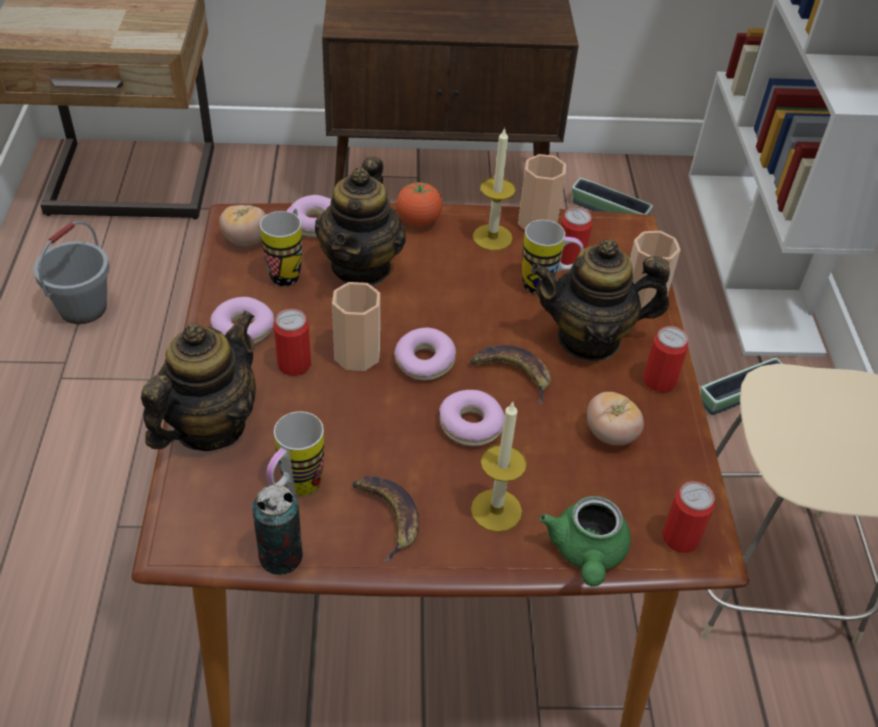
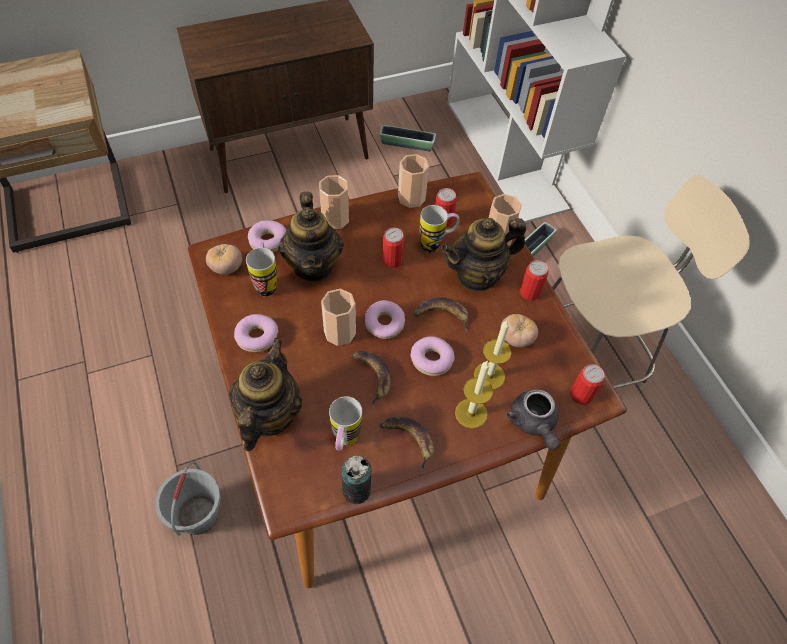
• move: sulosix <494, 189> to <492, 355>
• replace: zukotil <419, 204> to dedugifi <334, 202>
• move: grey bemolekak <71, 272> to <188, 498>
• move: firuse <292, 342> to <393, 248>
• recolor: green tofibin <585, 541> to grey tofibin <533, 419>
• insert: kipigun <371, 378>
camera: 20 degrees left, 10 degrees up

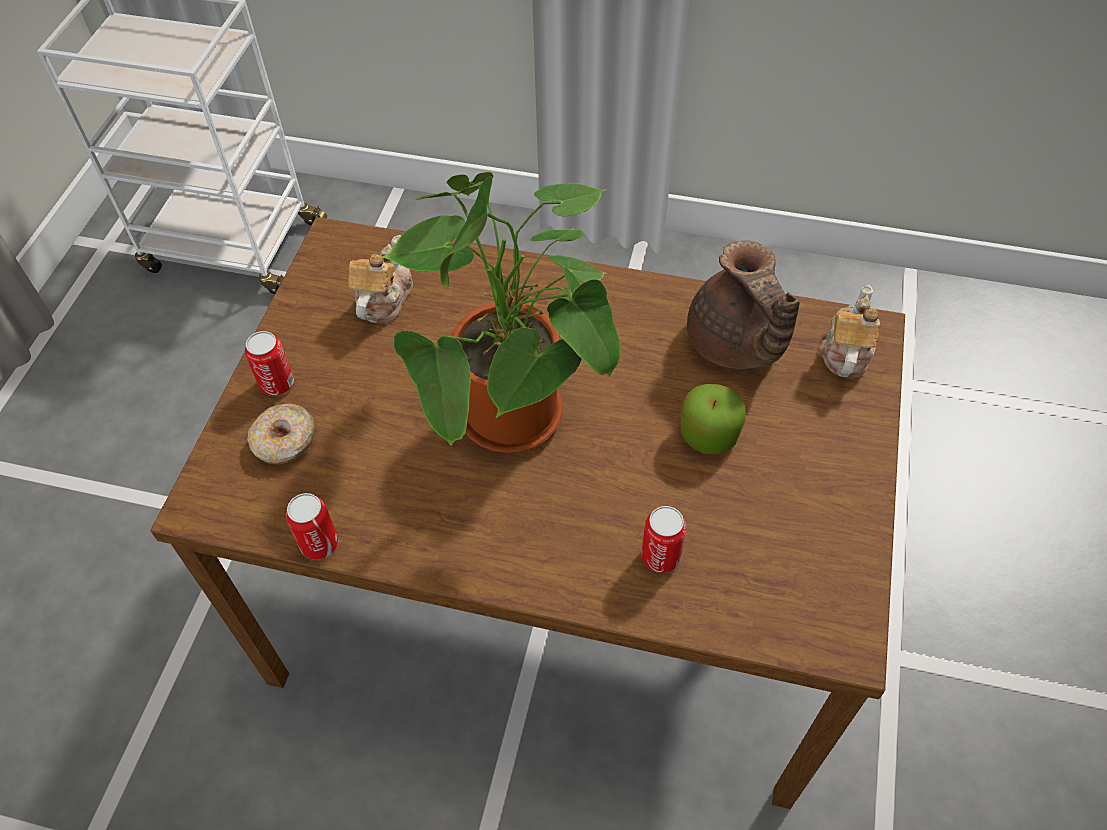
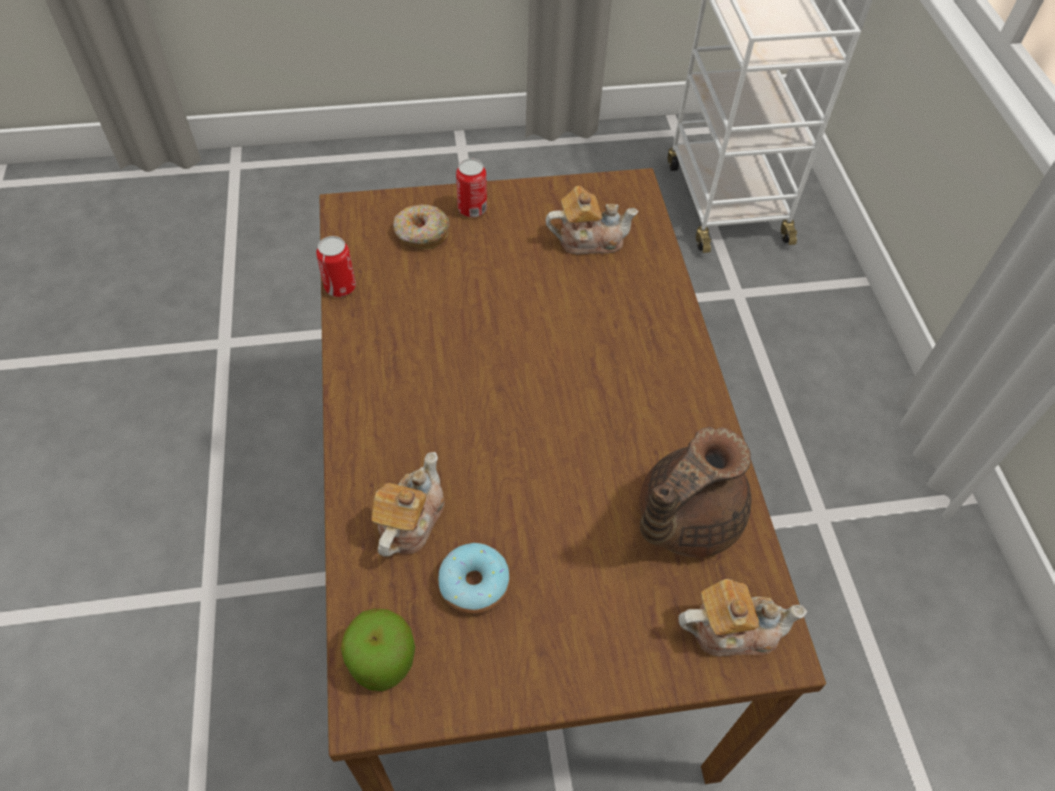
• delete: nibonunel <501, 312>
• move: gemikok <713, 419> to <378, 649>
• replace: firuse <663, 539> to tofibin <408, 504>
• insert: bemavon <474, 578>
camera: 65 degrees right, 0 degrees up

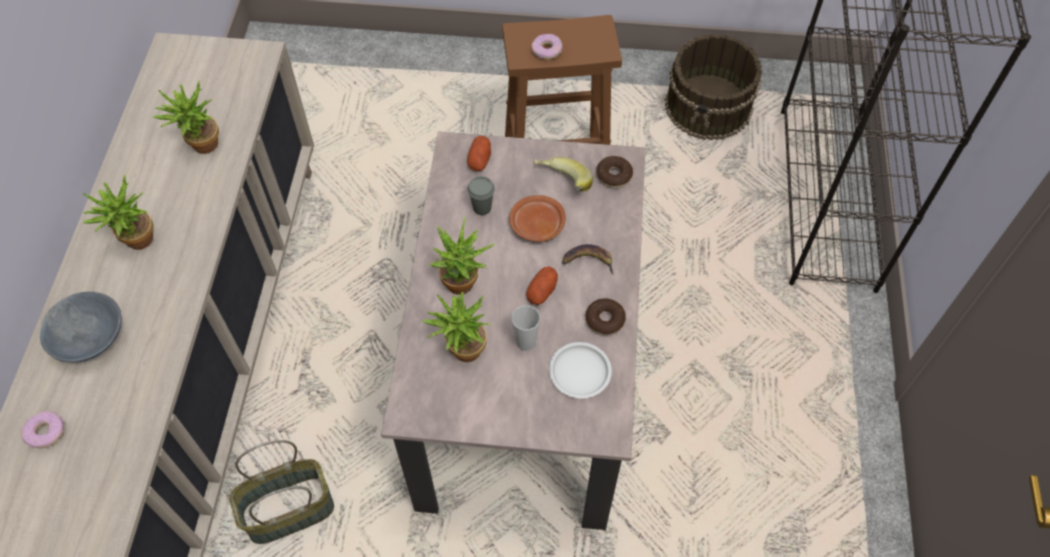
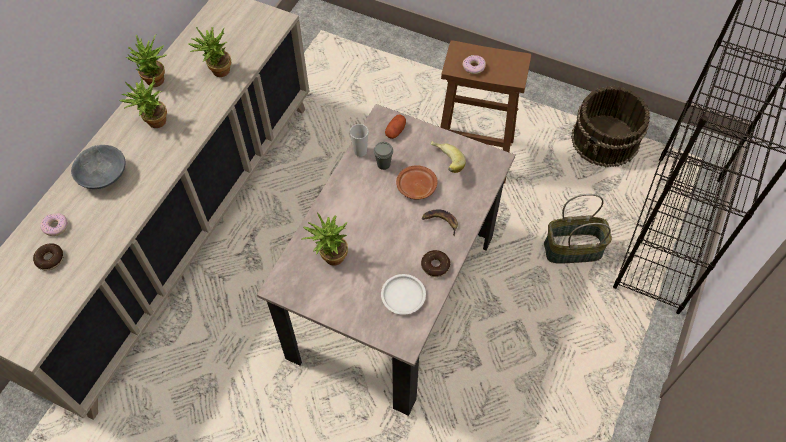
• move: bemavon <614, 172> to <48, 256>
• move: nibonunel <462, 255> to <146, 60>
• delete: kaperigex <542, 286>
• move: dedugifi <526, 328> to <359, 140>
• move: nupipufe <281, 492> to <578, 229>
camera: 20 degrees right, 0 degrees up

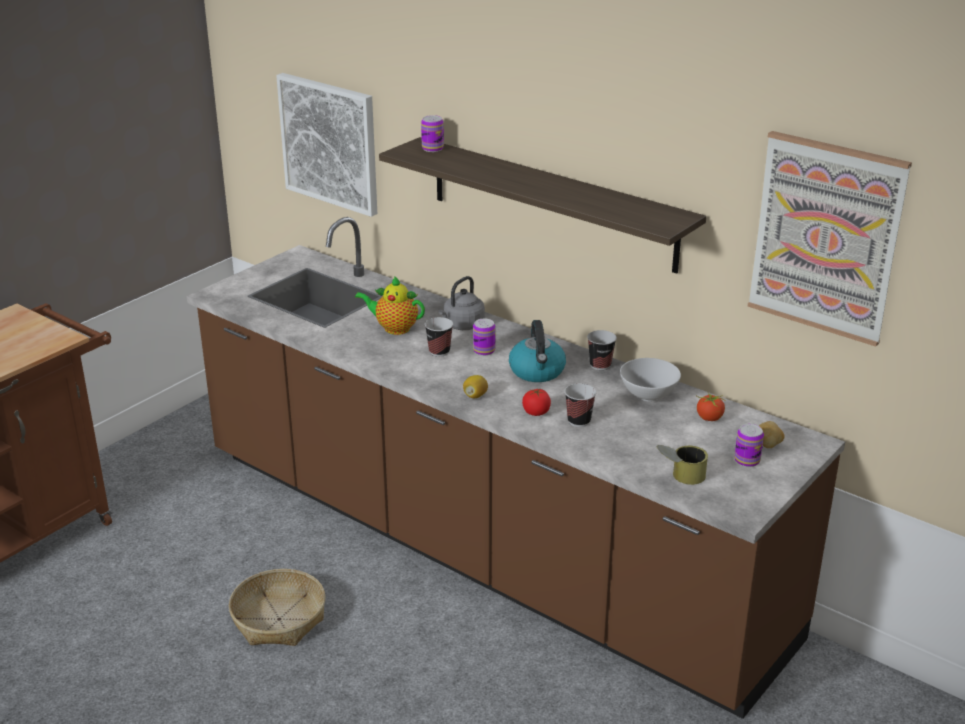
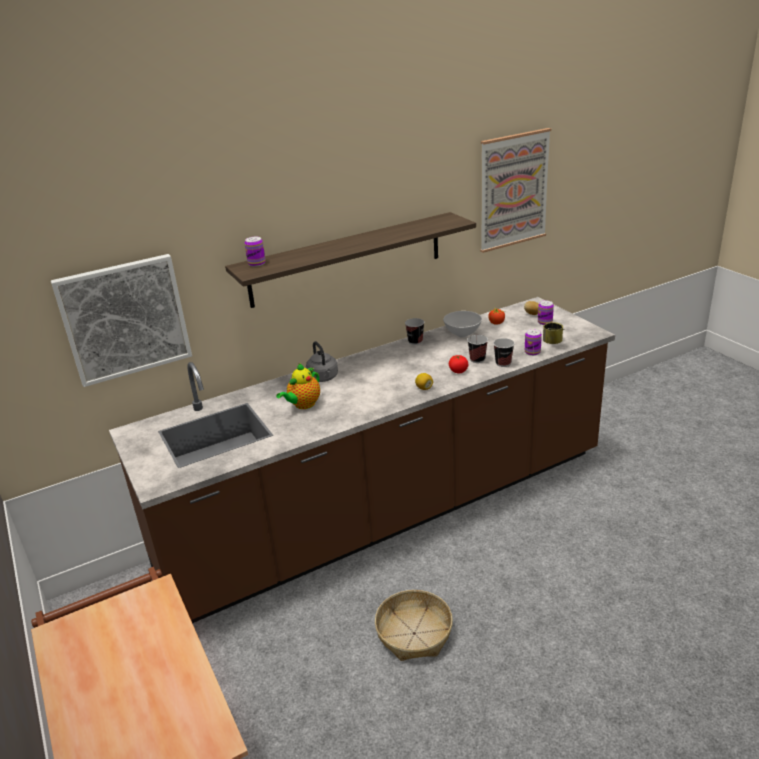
• move: dedugifi <439, 337> to <504, 352>
• move: firuse <484, 337> to <533, 342>
• delete: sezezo <537, 351>
camera: 65 degrees left, 0 degrees up

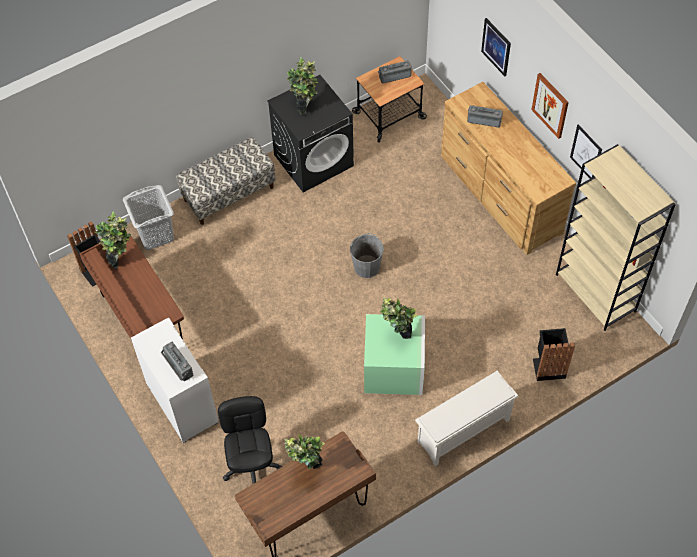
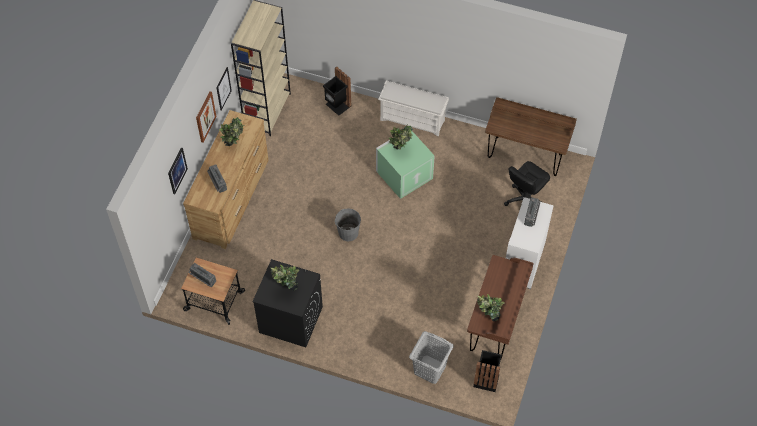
• delete: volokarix <226, 181>
• move: nibonunel <304, 451> to <232, 131>
camera: 130 degrees left, 0 degrees up

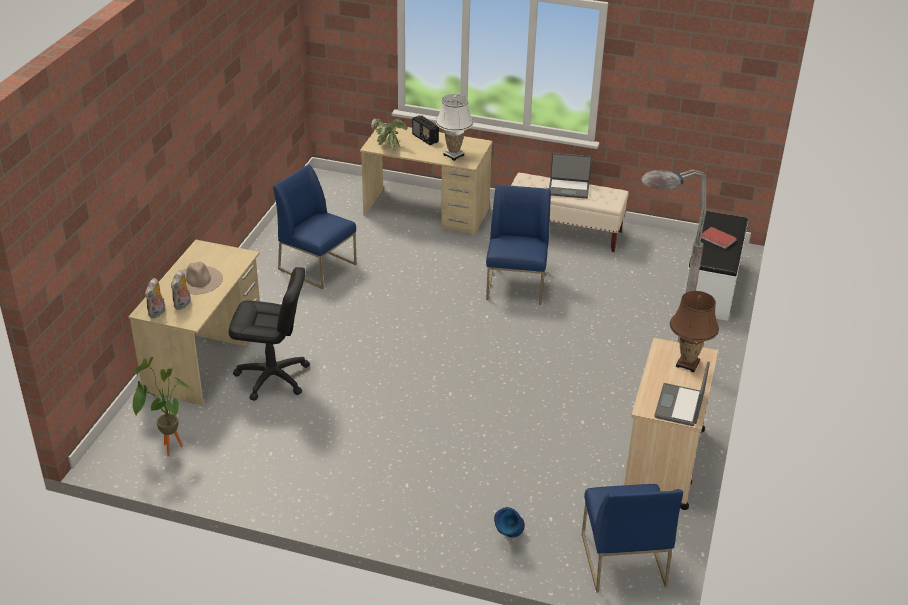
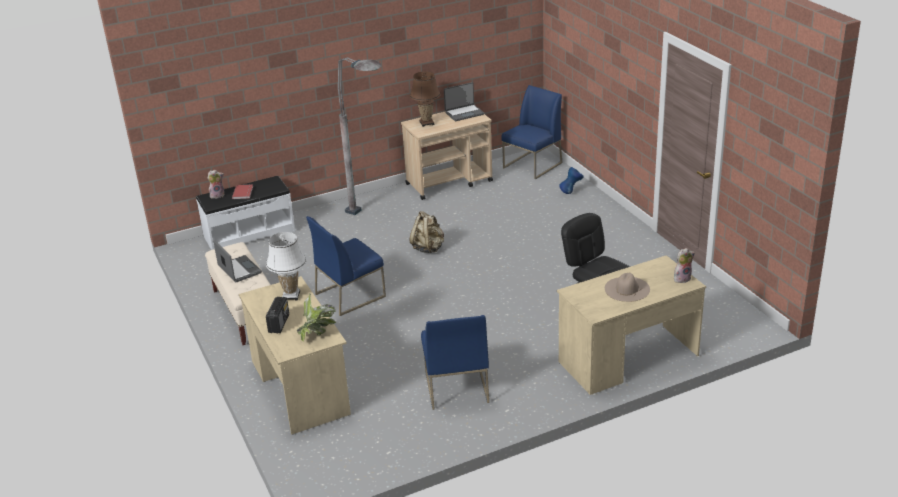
• move: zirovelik <181, 290> to <215, 184>
• delete: nibonunel <162, 406>
• insert: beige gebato <426, 232>
camera: 130 degrees left, 5 degrees down

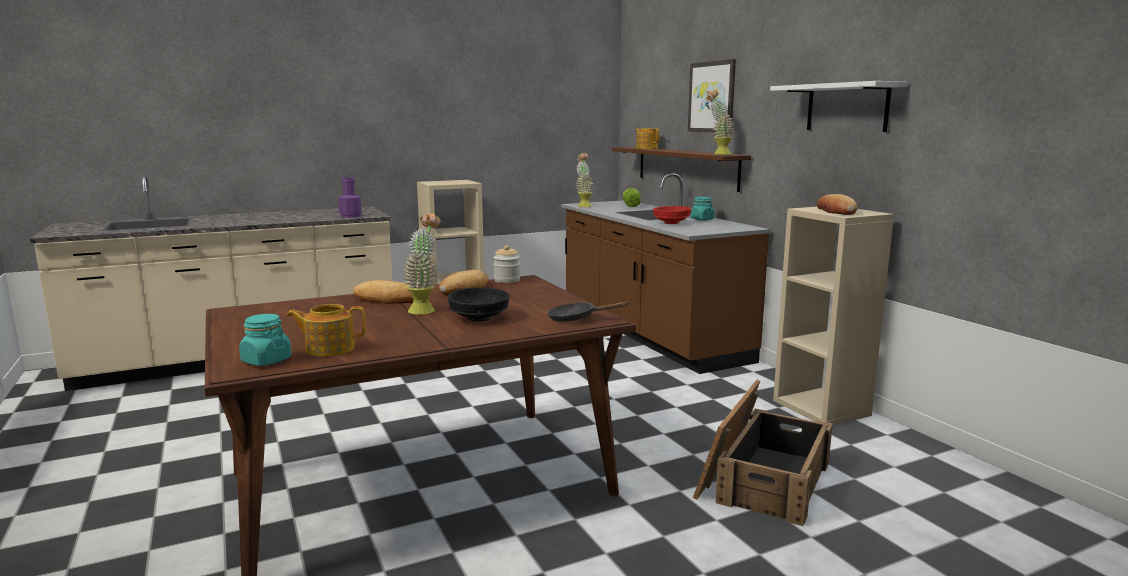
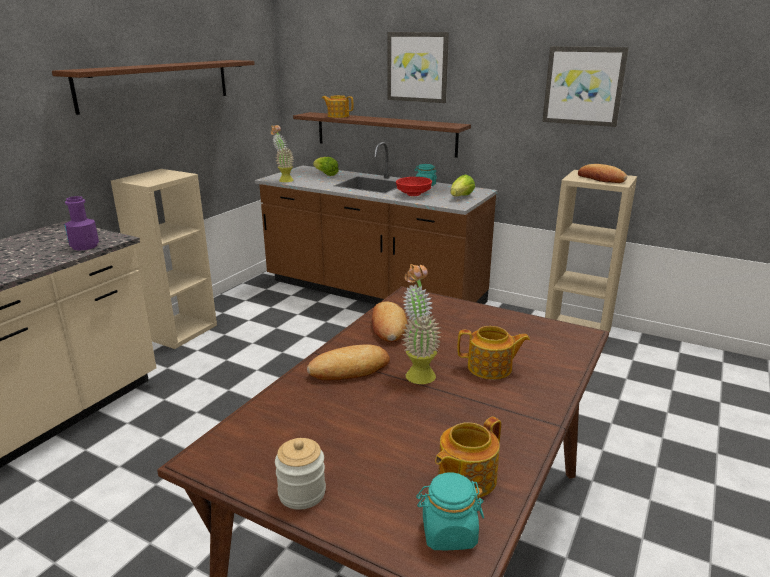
• replace: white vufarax <838, 106> to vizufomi <585, 86>
• delete: nibonunel <720, 122>
• move: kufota <506, 264> to <300, 474>
• replace: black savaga <479, 304> to tofibin <493, 353>
• delete: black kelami <588, 311>
• delete: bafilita <763, 453>
• insert: brown vufarax <153, 87>
• insert: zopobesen <463, 185>
camera: 35 degrees left, 10 degrees up

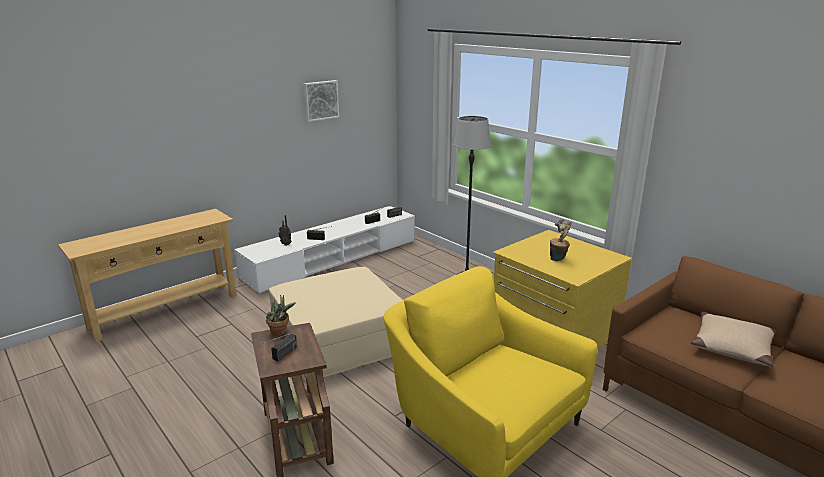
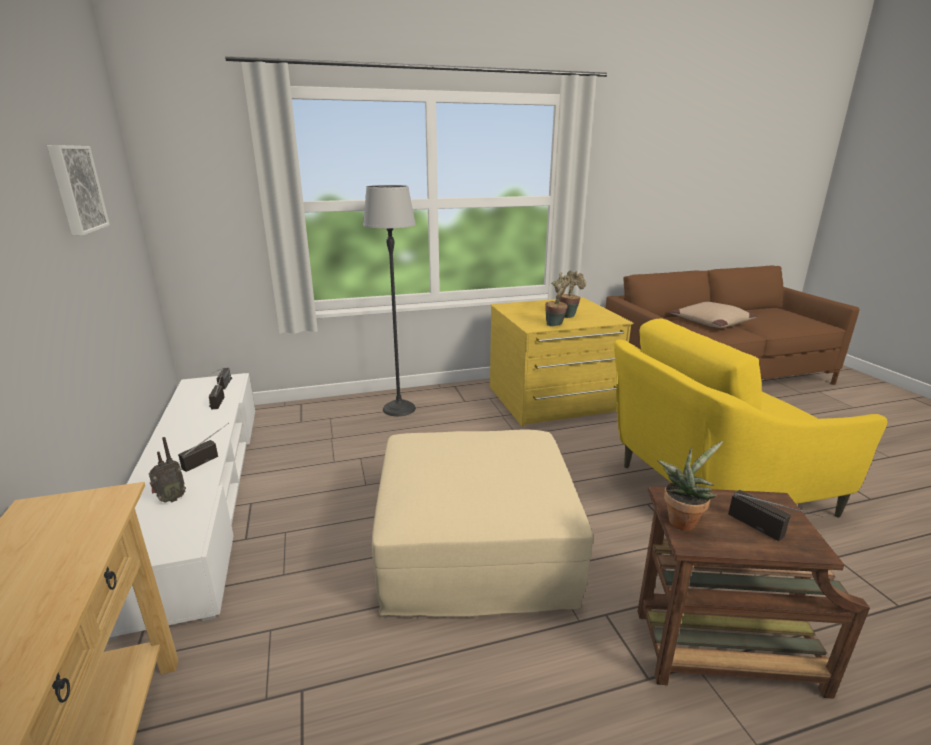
• insert: nibonunel <557, 302>
camera: 65 degrees left, 0 degrees up

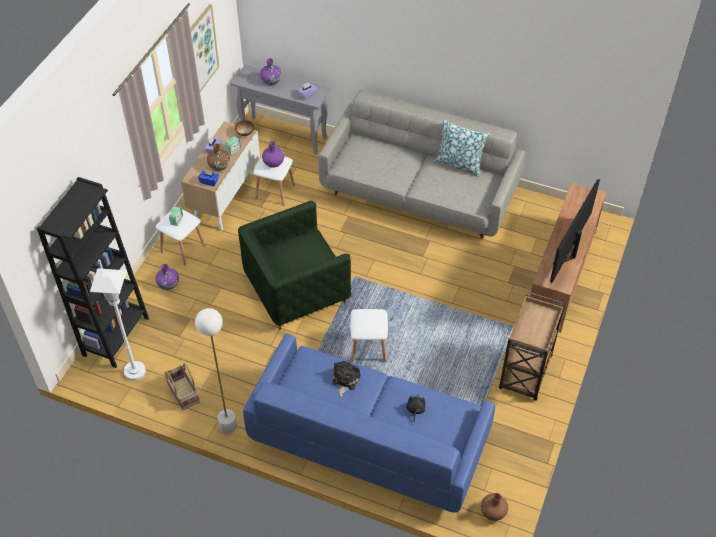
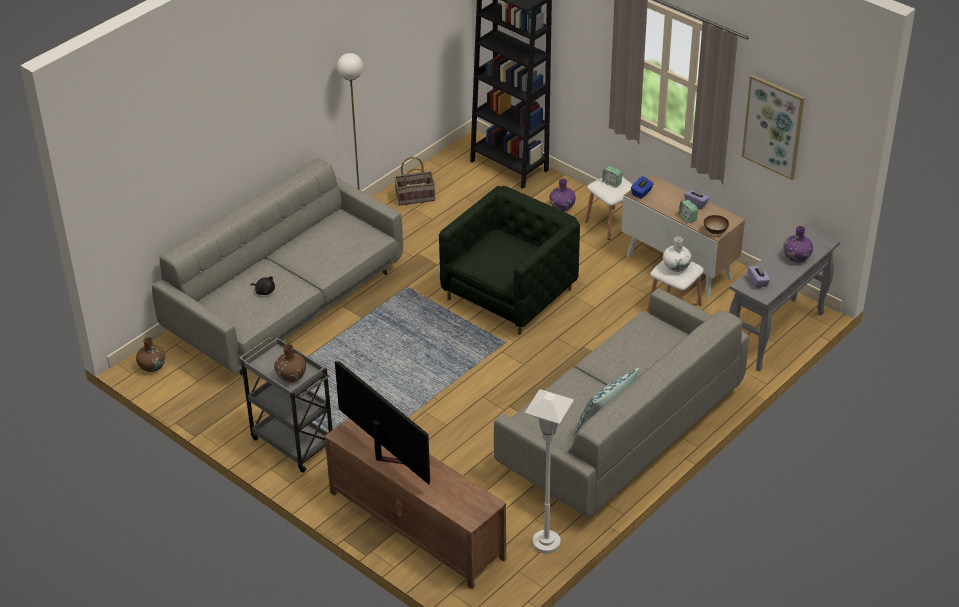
• recolor: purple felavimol <273, 154> to white felavimol <677, 254>
• move: brown felavimol <218, 157> to <290, 363>
• rotate: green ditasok <294, 265> = <509, 260> 45 degrees clockwise
• move: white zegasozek <118, 324> to <549, 471>
• recolor: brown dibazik <531, 346> to grey dibazik <286, 404>
• delete: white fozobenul <369, 335>
• recolor: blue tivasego <369, 423> to grey tivasego <277, 267>
• delete: zirovelik <346, 379>
camera: 110 degrees right, 10 degrees down

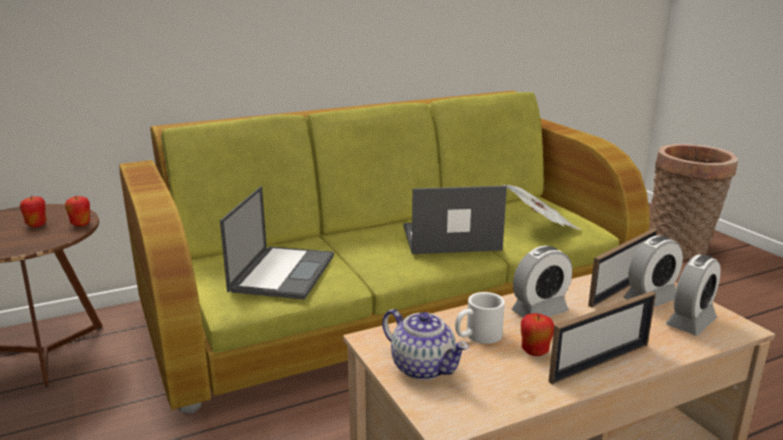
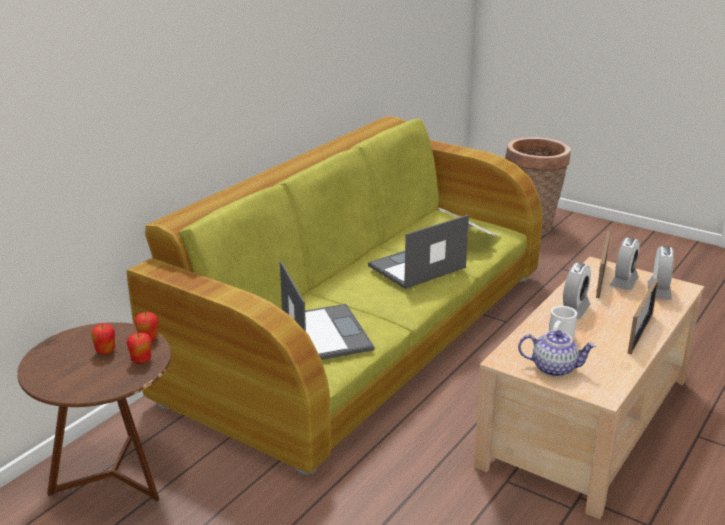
• move: gemikok <537, 334> to <139, 348>
camera: 30 degrees left, 5 degrees up

